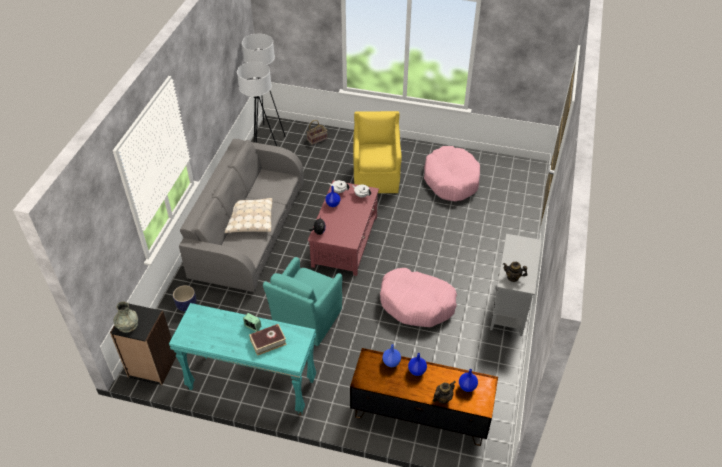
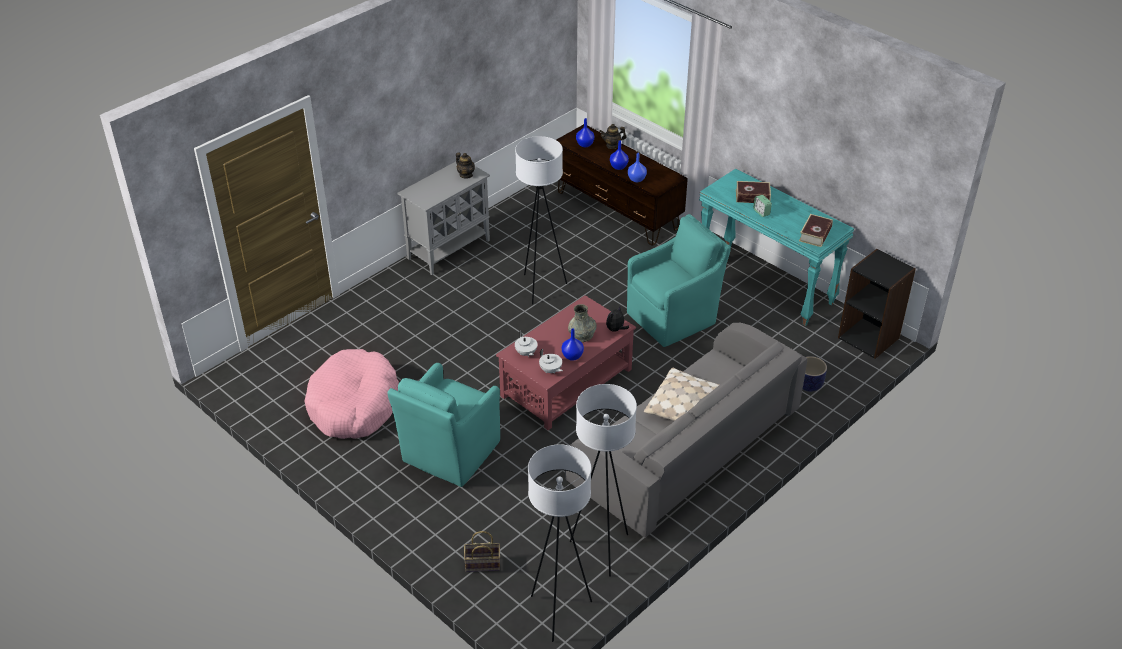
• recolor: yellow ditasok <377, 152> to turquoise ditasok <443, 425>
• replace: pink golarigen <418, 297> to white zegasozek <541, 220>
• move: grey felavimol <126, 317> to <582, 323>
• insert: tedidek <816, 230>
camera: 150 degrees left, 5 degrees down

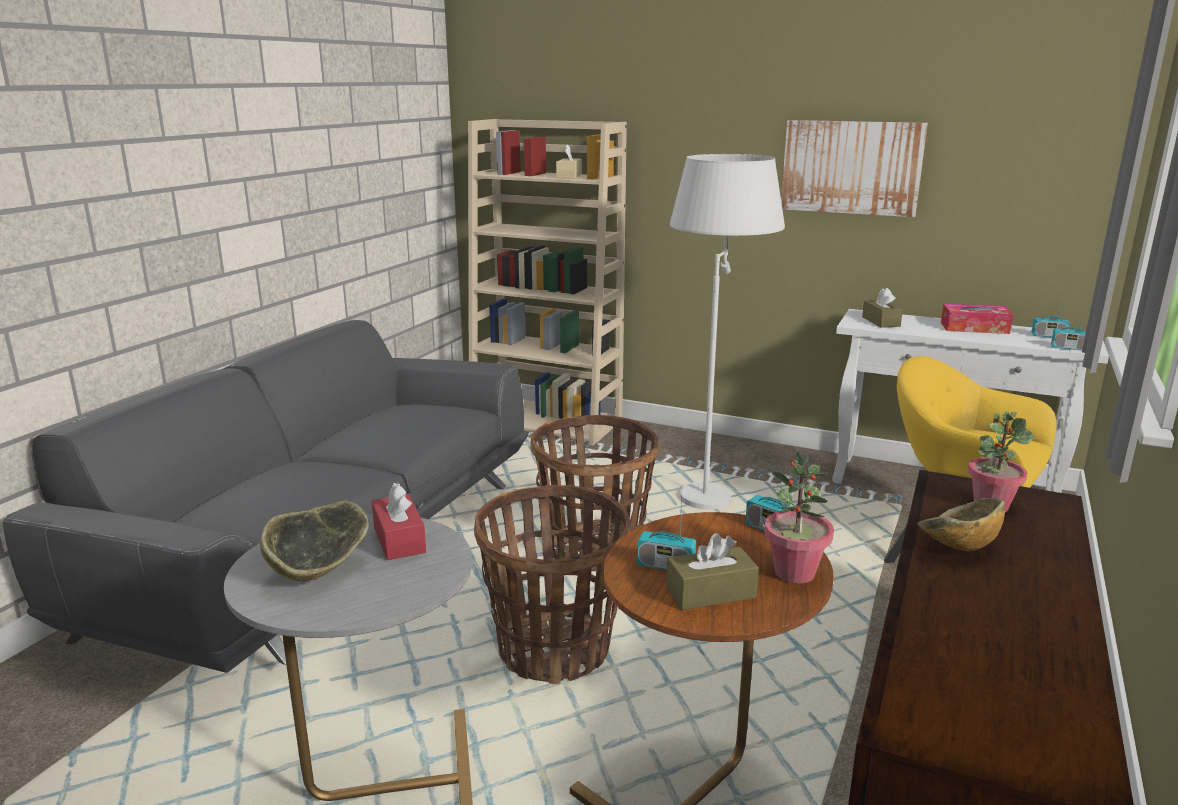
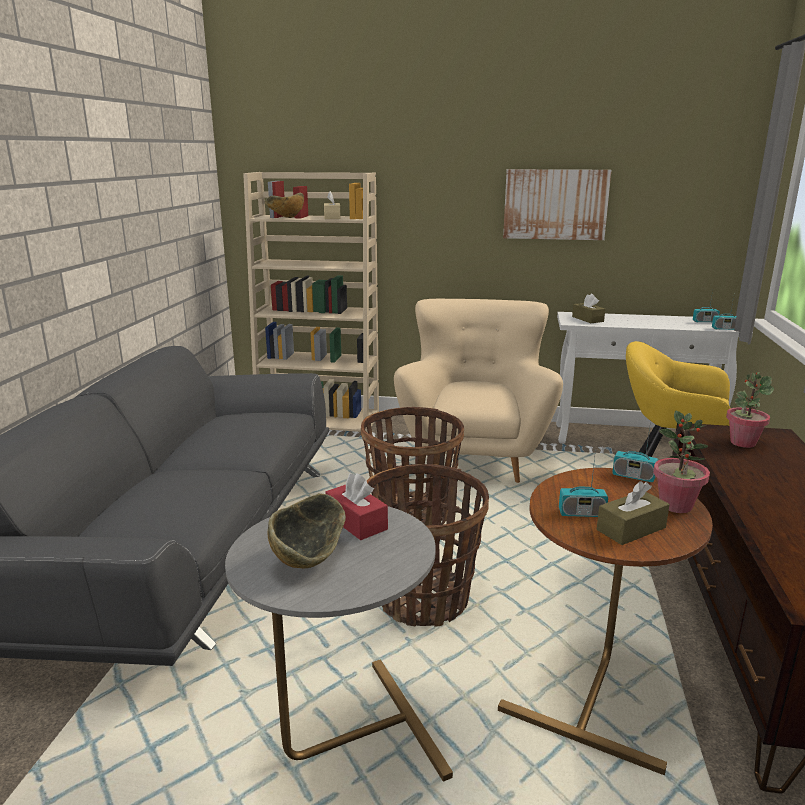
• replace: white zegasozek <727, 331> to beige ditasok <478, 391>
• delete: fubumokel <977, 319>
• move: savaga <961, 525> to <284, 205>
camera: 15 degrees left, 0 degrees up

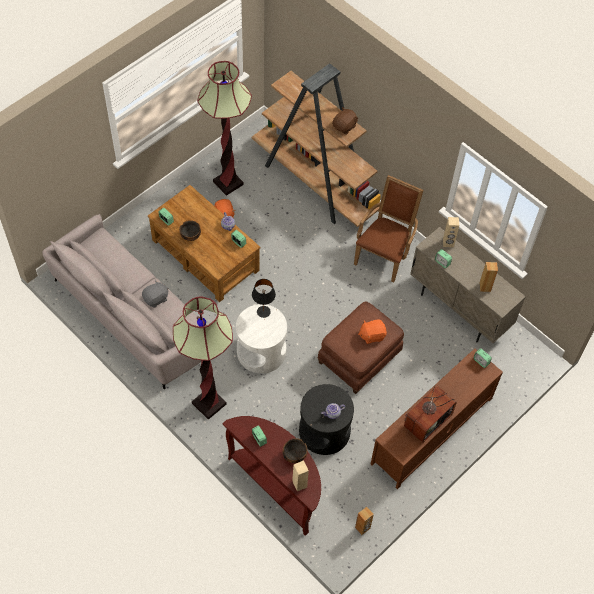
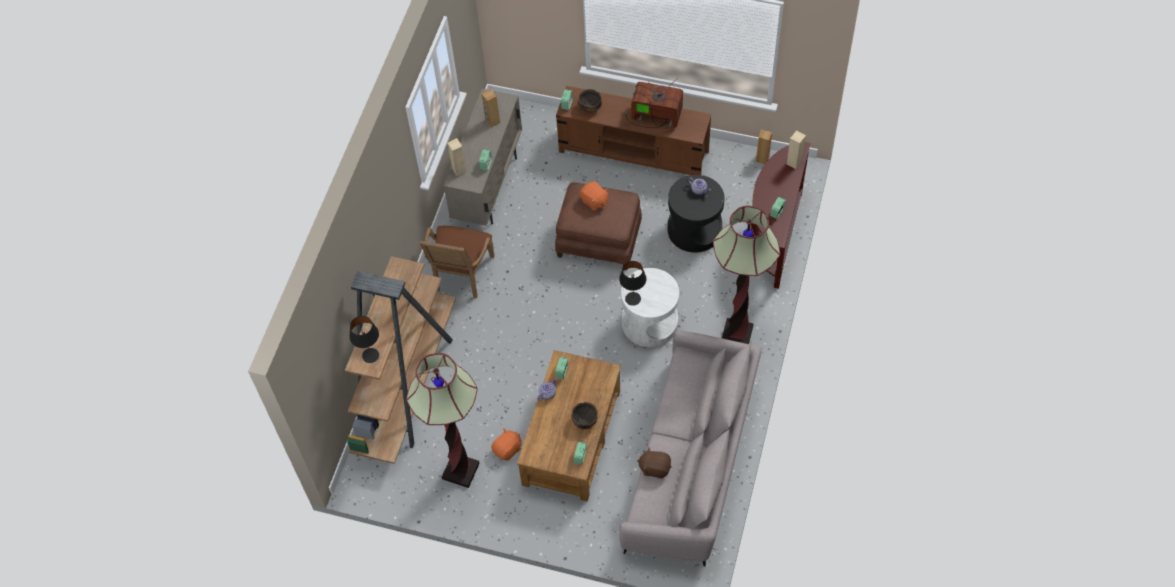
• move: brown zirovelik <345, 120> to <654, 462>
• rotate: brown ditasok <389, 228> = <457, 262> 75 degrees counterclockwise
• delete: grey zirovelik <155, 294>
• move: savaga <295, 450> to <590, 101>
• insert: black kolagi <364, 339>
camera: 115 degrees left, 0 degrees up

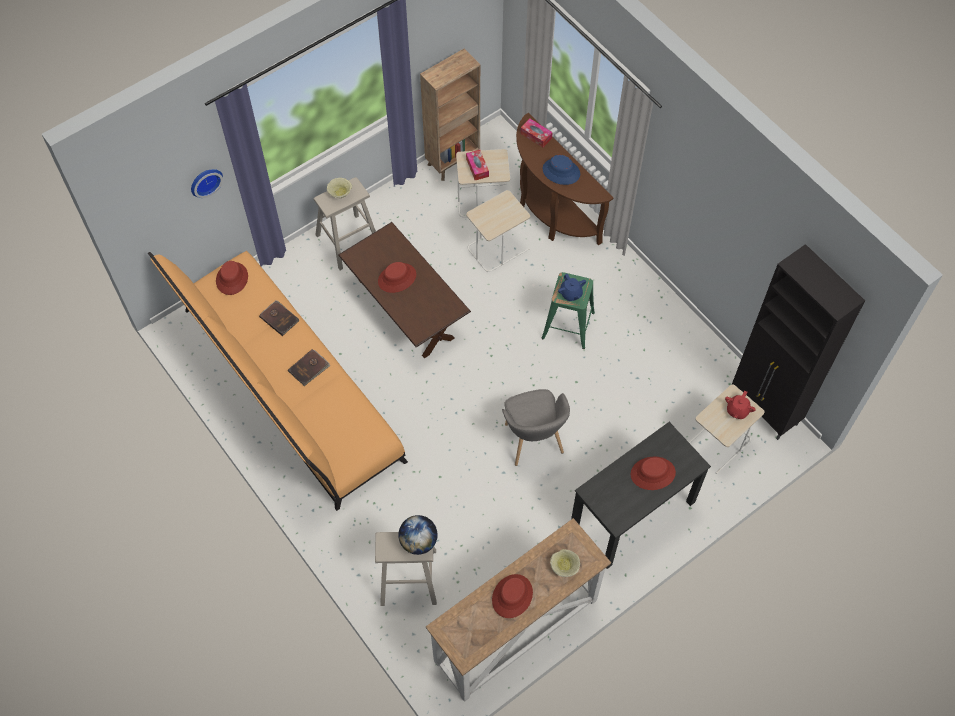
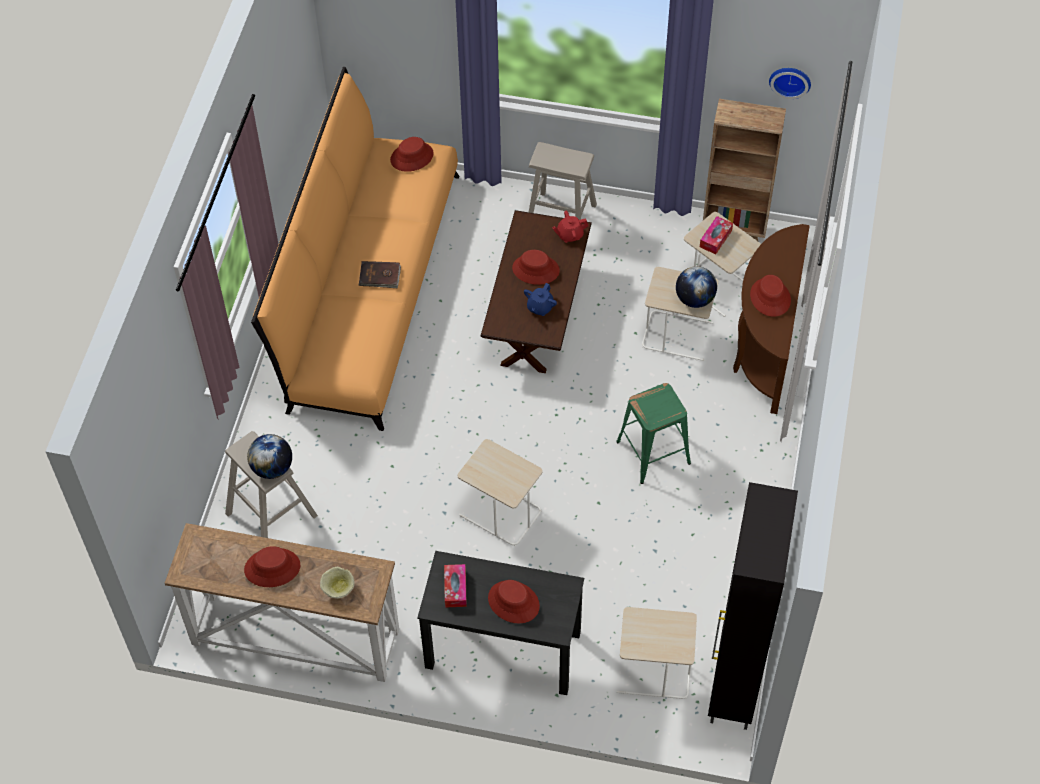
• move: fubumokel <537, 133> to <455, 586>
• recolor: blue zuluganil <561, 170> to red zuluganil <770, 296>
• move: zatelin <207, 183> to <790, 83>
• delete: beige savaga <339, 188>
• move: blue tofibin <572, 287> to <540, 299>
• delete: brown tedidek <279, 318>
• replace: grey ditasok <536, 427> to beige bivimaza <500, 492>
• move: red tofibin <740, 404> to <570, 227>
• insert: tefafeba <696, 287>
camera: 50 degrees right, 5 degrees down

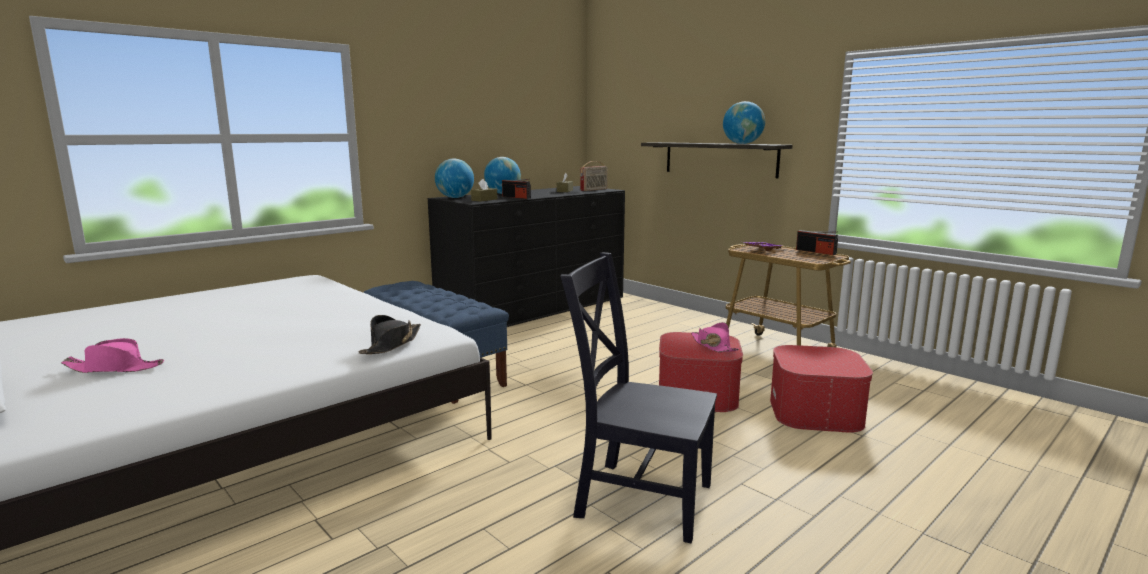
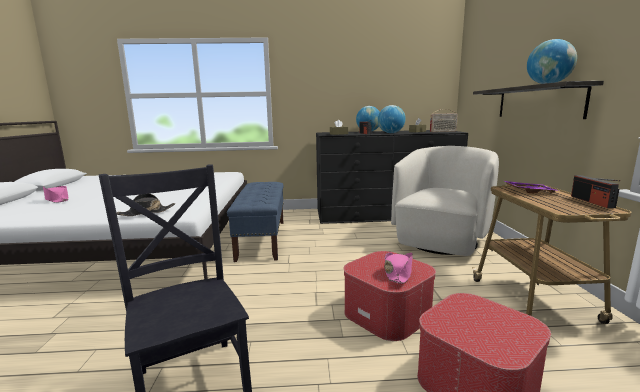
• move: tefafeba <454, 178> to <392, 119>
• insert: beige ditasok <445, 201>
camera: 40 degrees right, 0 degrees up

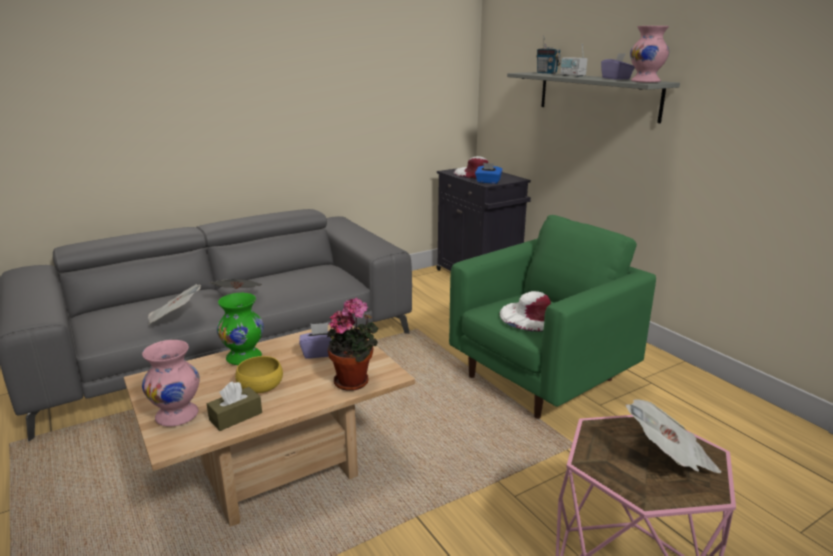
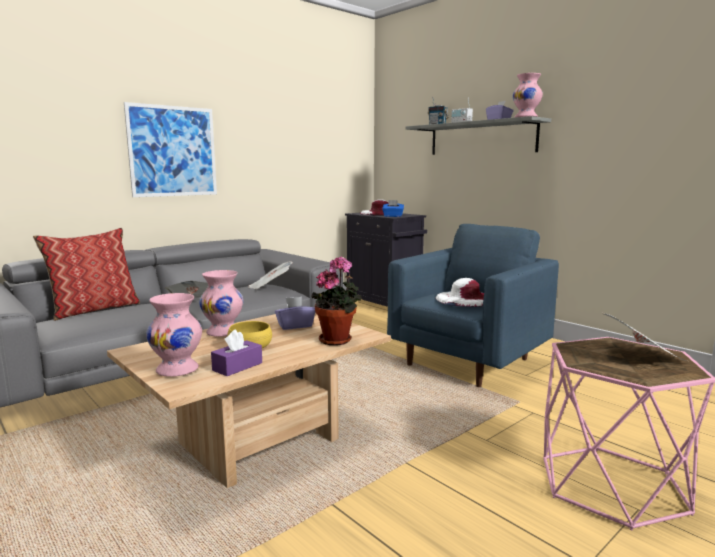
• recolor: green ditasok <552, 317> to blue ditasok <473, 305>
• move: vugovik <174, 304> to <270, 275>
• recolor: green felavimol <240, 329> to pink felavimol <221, 303>
• recolor: brown fubumokel <234, 406> to purple fubumokel <236, 353>
• insert: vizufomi <170, 149>
• insert: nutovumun <86, 274>
camera: 10 degrees left, 10 degrees down

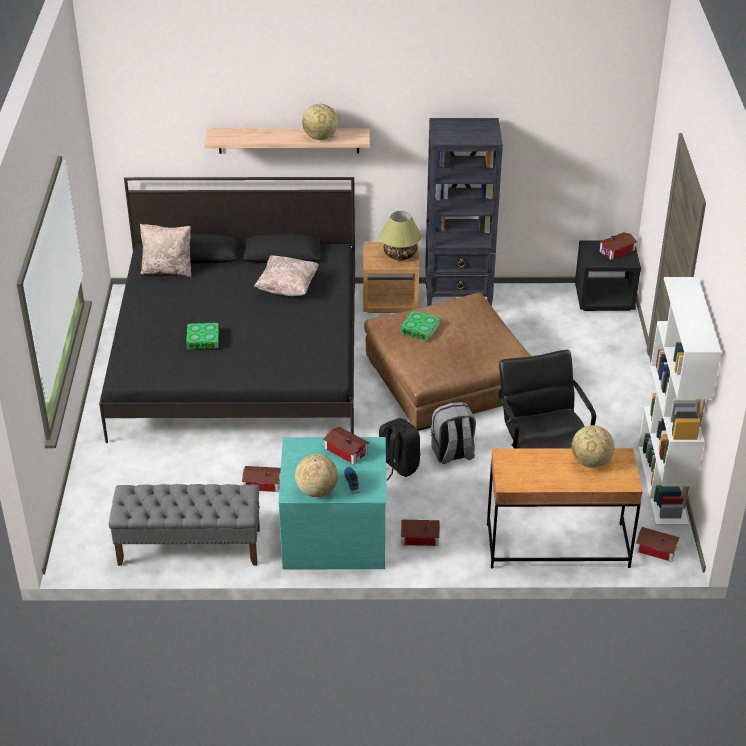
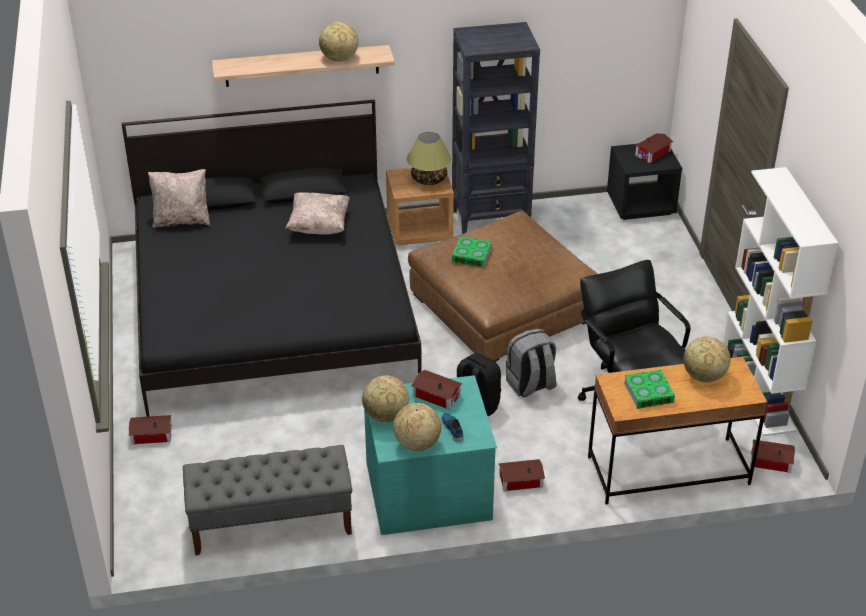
• move: tedidek <202, 336> to <649, 389>
• move: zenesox <261, 479> to <150, 429>
• insert: tefafeba <385, 398>
camera: 10 degrees left, 0 degrees up

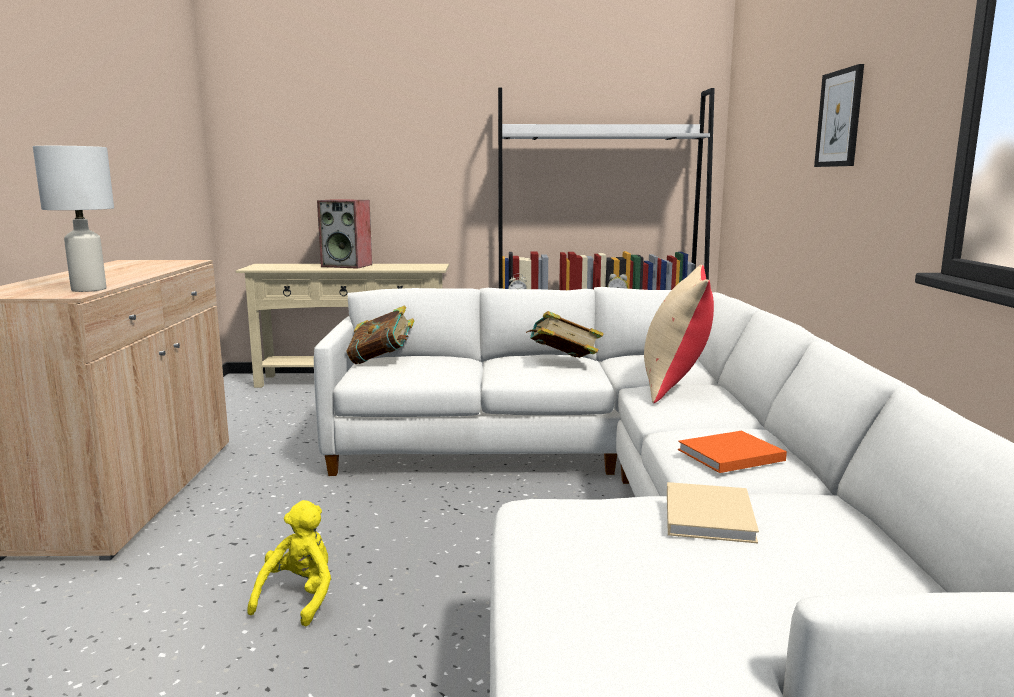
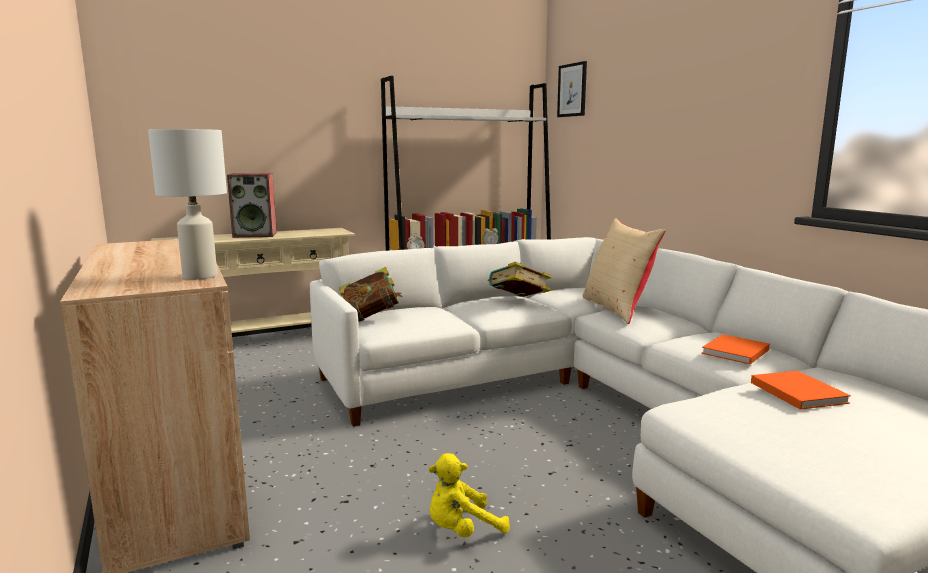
• move: vizufomi <839, 115> to <572, 89>
• recolor: beige tedidek <713, 512> to orange tedidek <801, 390>
• rotate: yellow zirovelik <289, 563> = <469, 495> 105 degrees counterclockwise
camera: 25 degrees left, 0 degrees up

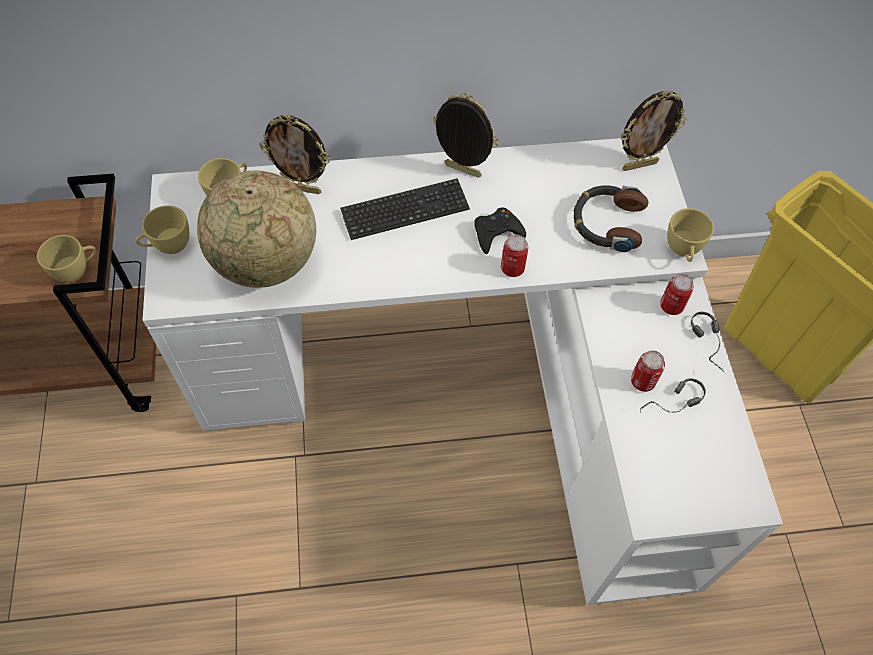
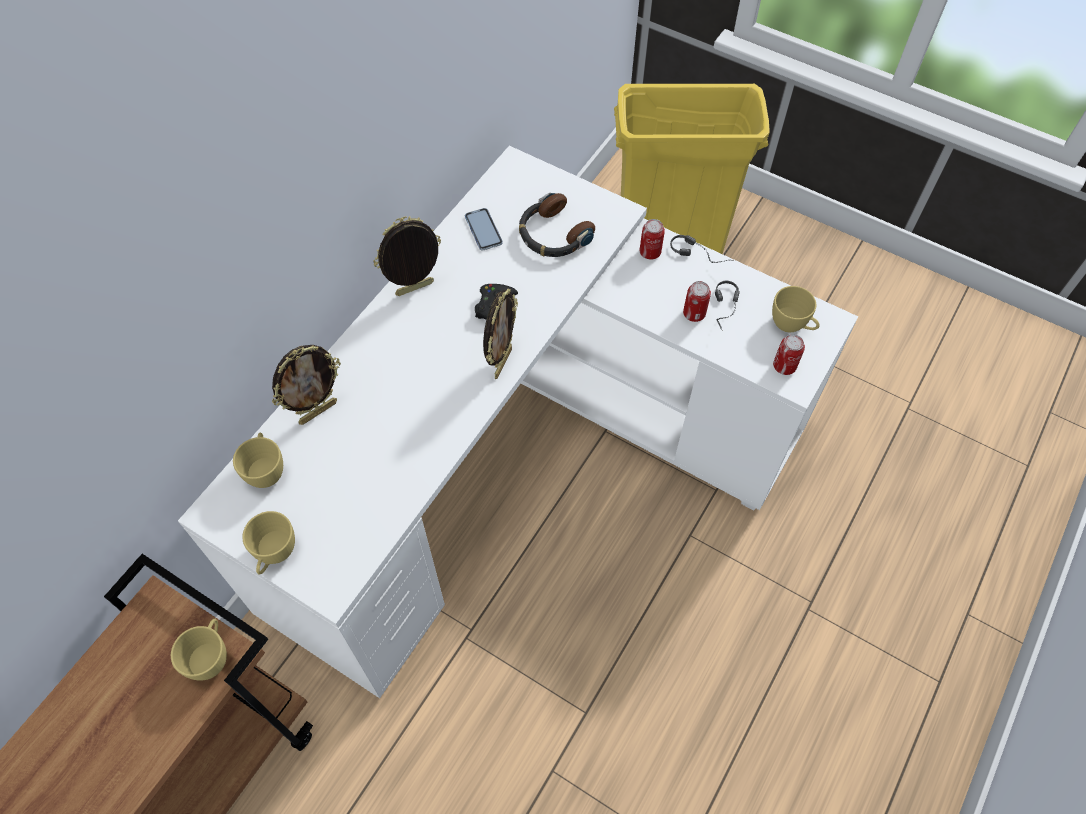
• move: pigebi <653, 131> to <500, 333>
• delete: tefafeba <256, 229>
• delete: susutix <405, 209>
• move: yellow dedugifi <690, 235> to <796, 309>
• move: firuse <514, 256> to <789, 354>
• insert: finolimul <484, 229>
camera: 50 degrees left, 0 degrees up

